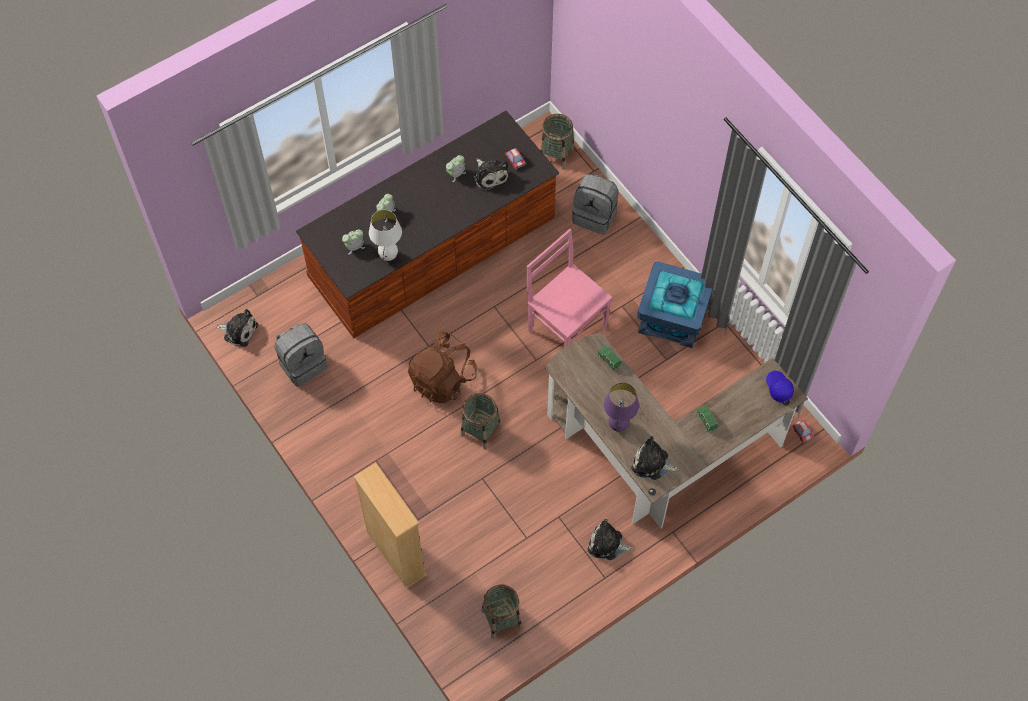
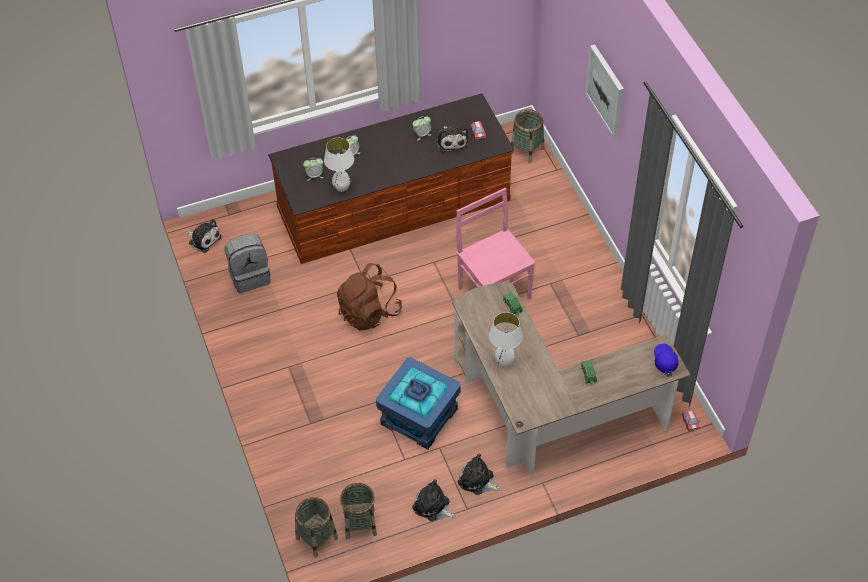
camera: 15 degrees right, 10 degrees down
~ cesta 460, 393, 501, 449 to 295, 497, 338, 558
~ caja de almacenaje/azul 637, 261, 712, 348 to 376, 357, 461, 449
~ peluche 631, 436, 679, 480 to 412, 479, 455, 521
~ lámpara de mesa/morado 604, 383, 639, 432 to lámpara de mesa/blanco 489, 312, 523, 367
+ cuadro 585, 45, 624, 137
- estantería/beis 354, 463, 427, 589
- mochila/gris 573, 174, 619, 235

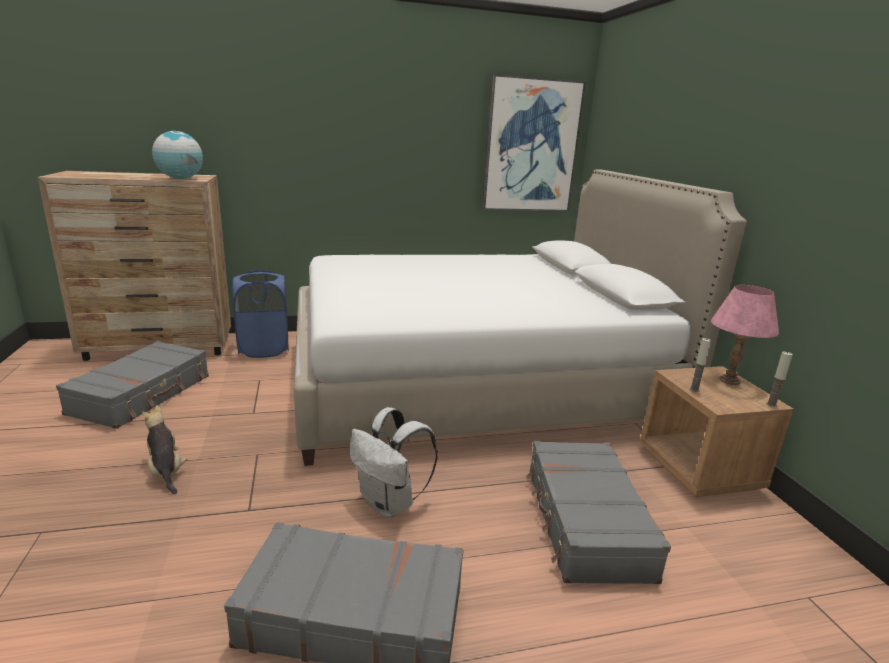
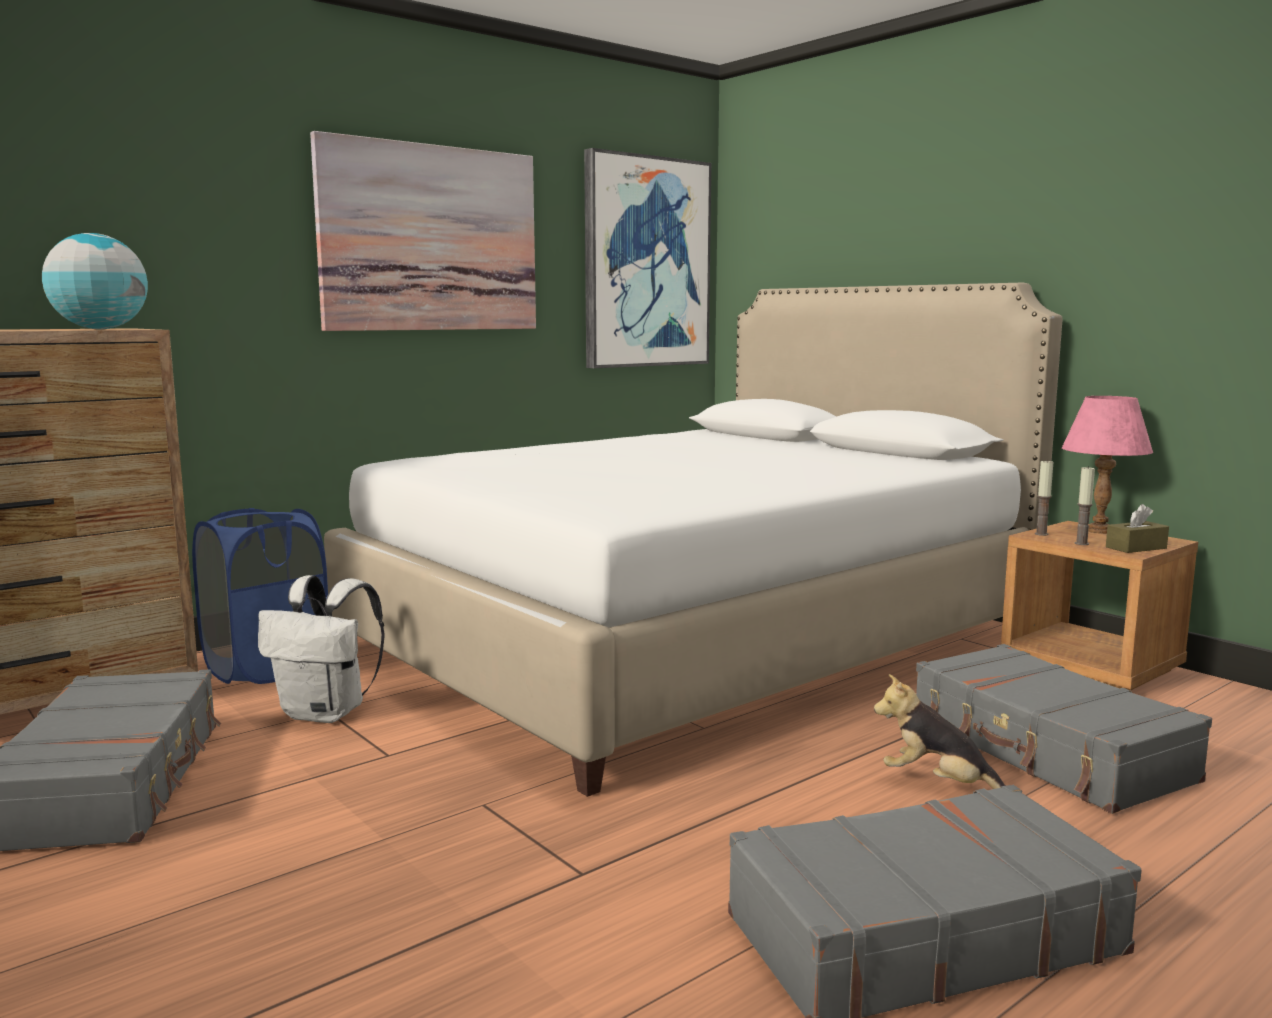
camera: 25 degrees left, 10 degrees down
~ mochila/blanco 350, 407, 438, 518 to 258, 575, 385, 723
+ cuadro 310, 131, 536, 331
~ peluche 142, 405, 187, 494 to 874, 674, 1006, 789
~ vela 766, 351, 793, 407 to 1035, 460, 1053, 536
+ caja de pañuelos/marrón 1106, 504, 1169, 553

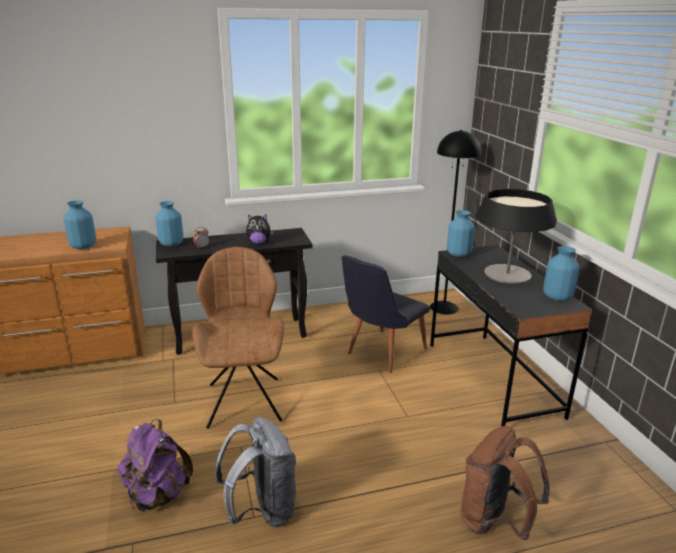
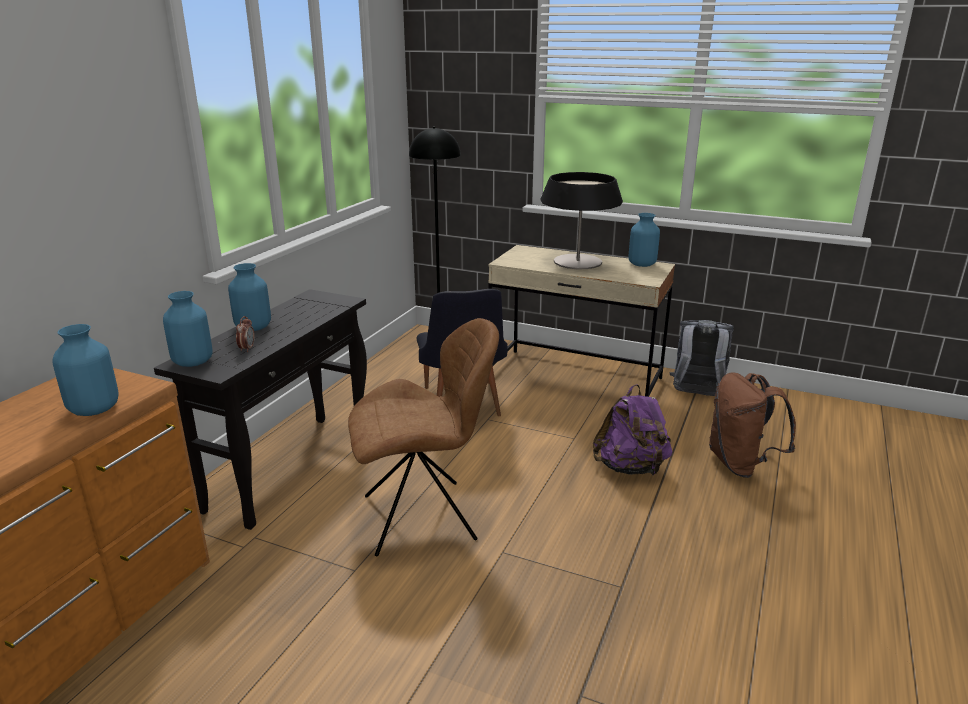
camera: 50 degrees left, 0 degrees up
~ florero/azul 447, 210, 475, 257 to 228, 263, 271, 331
~ silla/marrón 192, 247, 284, 429 = 348, 318, 499, 557 135 degrees clockwise
~ escritorio/negro 430, 245, 592, 426 to escritorio/beis 488, 245, 675, 397
~ mochila/morado 117, 419, 193, 512 to 593, 384, 673, 475
~ mochila/gris 215, 417, 296, 528 to 670, 320, 734, 396
- peluche 246, 214, 273, 244

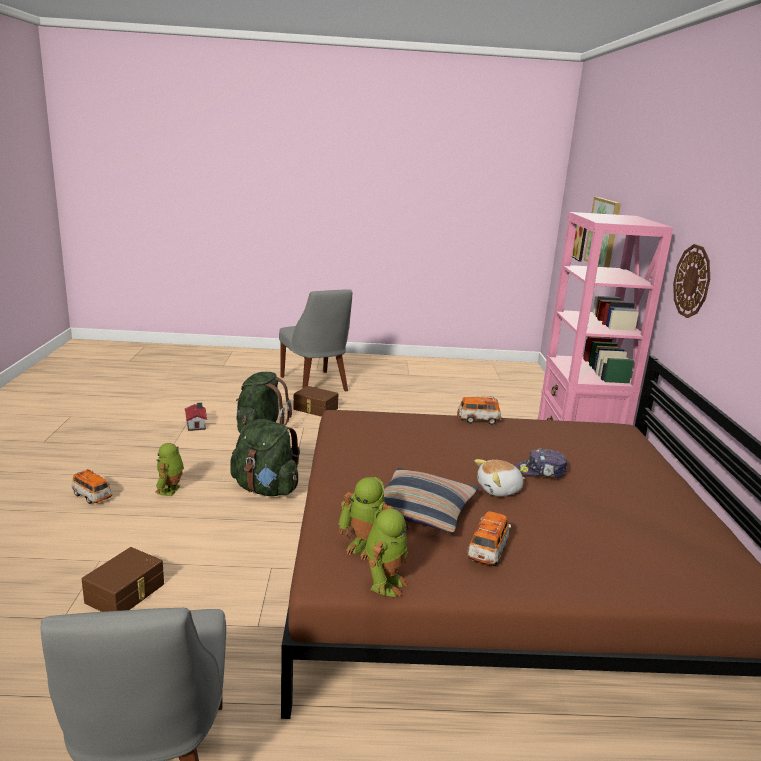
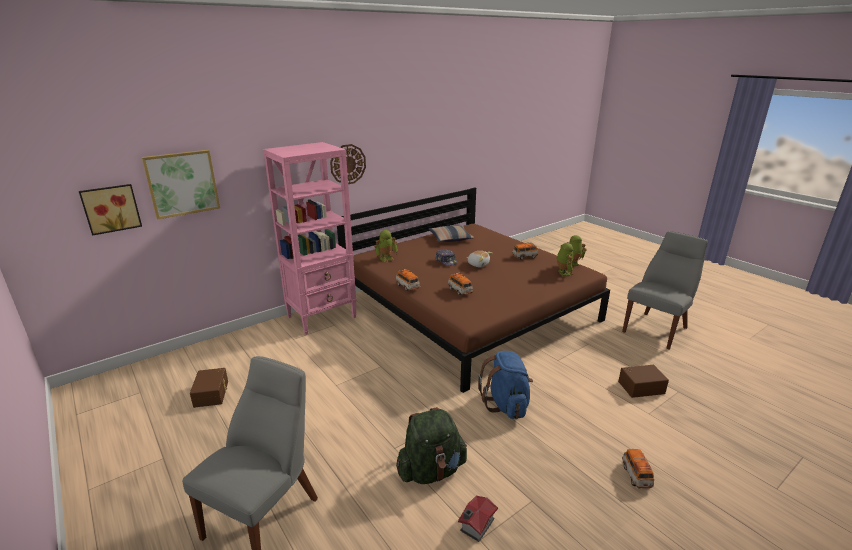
camera: 125 degrees left, 5 degrees up
~ caja de almacenaje/marrón 293, 386, 338, 417 to 190, 368, 228, 408
~ robot de juguete 155, 443, 184, 496 to 374, 230, 398, 262
~ cojín 384, 468, 479, 533 to 429, 226, 474, 242
+ coche de juguete 448, 273, 473, 295
~ mochila/verde 230, 419, 300, 496 to mochila/azul 478, 351, 533, 419

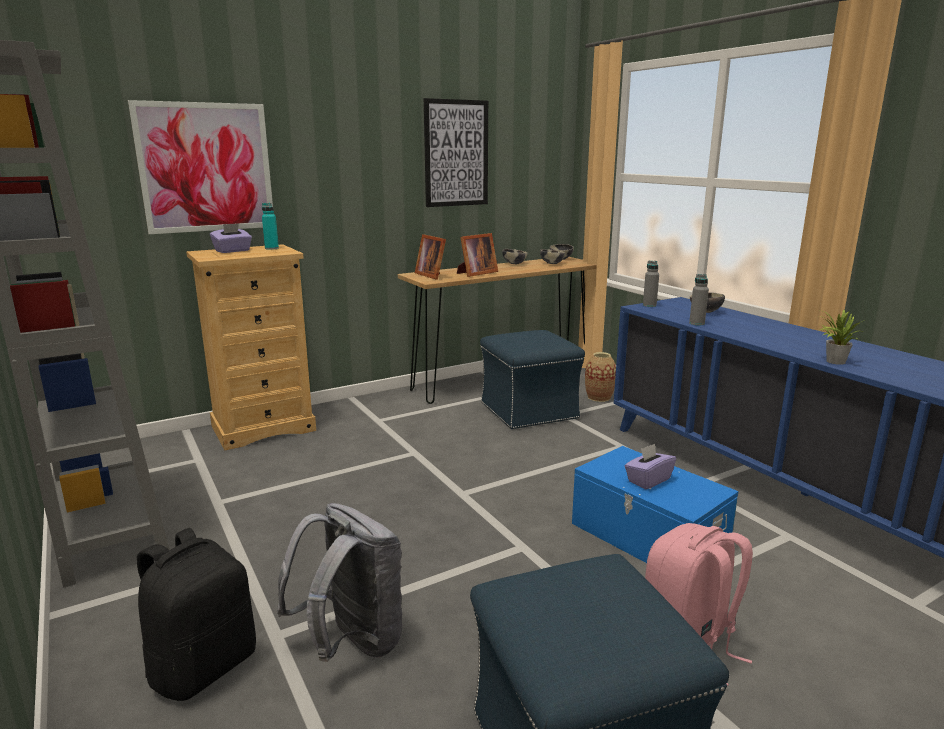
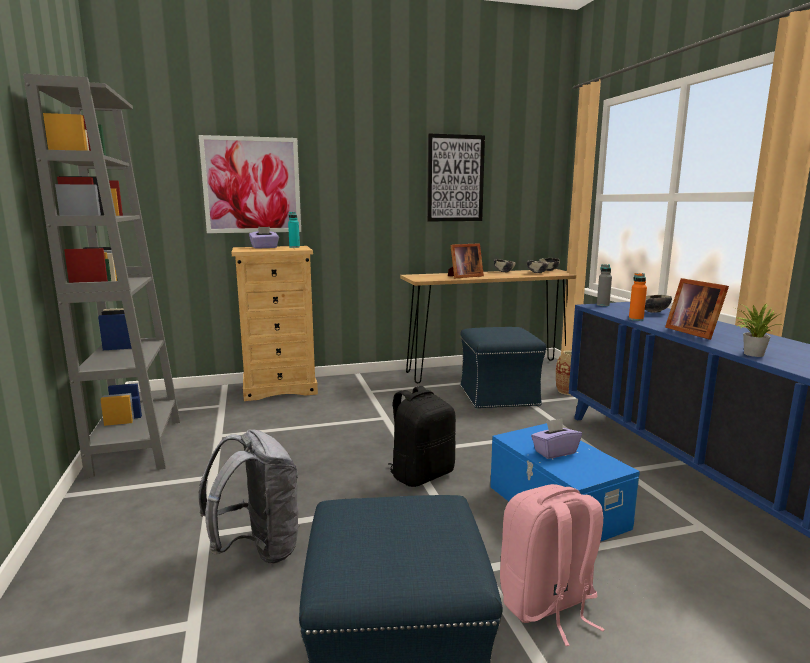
camera: 15 degrees right, 5 degrees down
~ mochila/negro 137, 528, 256, 701 to 388, 386, 456, 487
~ botella/gris 689, 274, 709, 326 to botella/naranja 629, 273, 647, 321
~ portarretratos 415, 234, 446, 280 to 665, 278, 729, 340

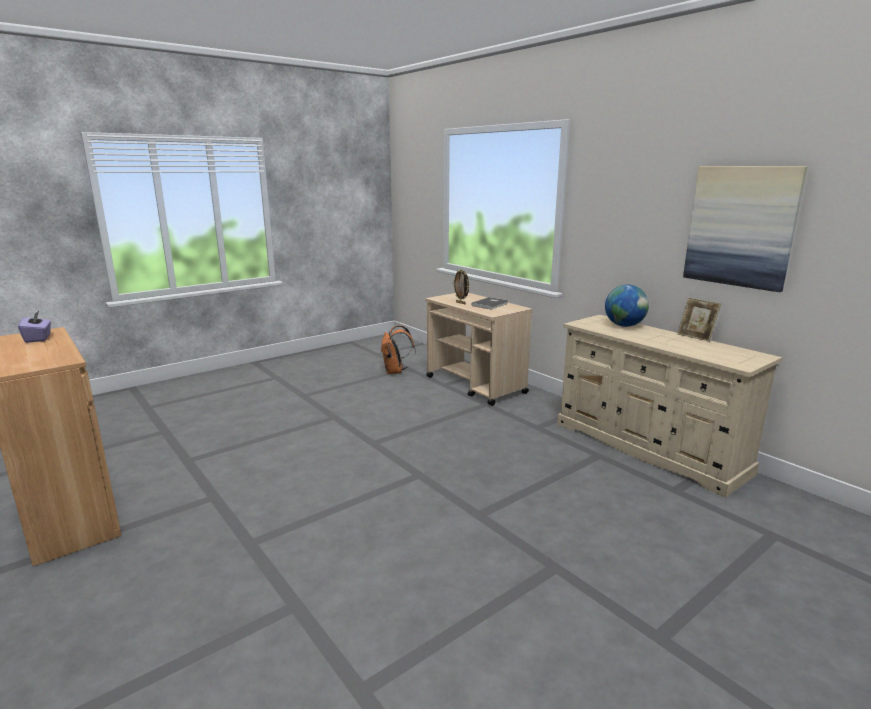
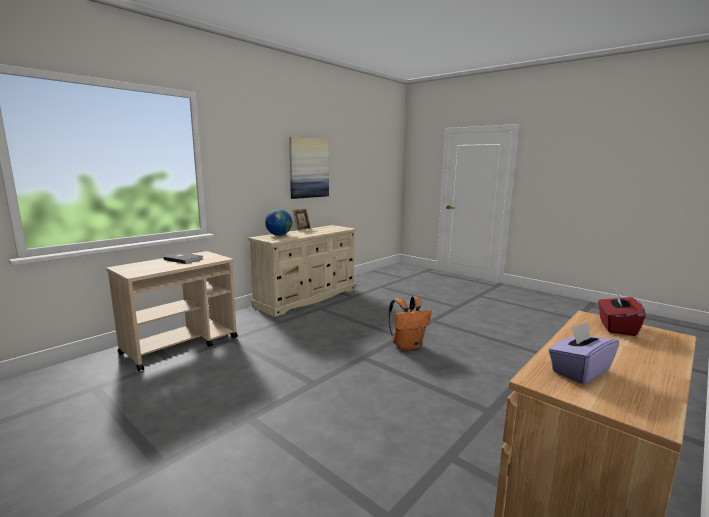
camera: 100 degrees left, 5 degrees down
~ mochila/naranja 381, 325, 415, 374 to 389, 296, 432, 350
+ caja de pañuelos/rojo 598, 288, 646, 336
- portarretratos 453, 269, 470, 304

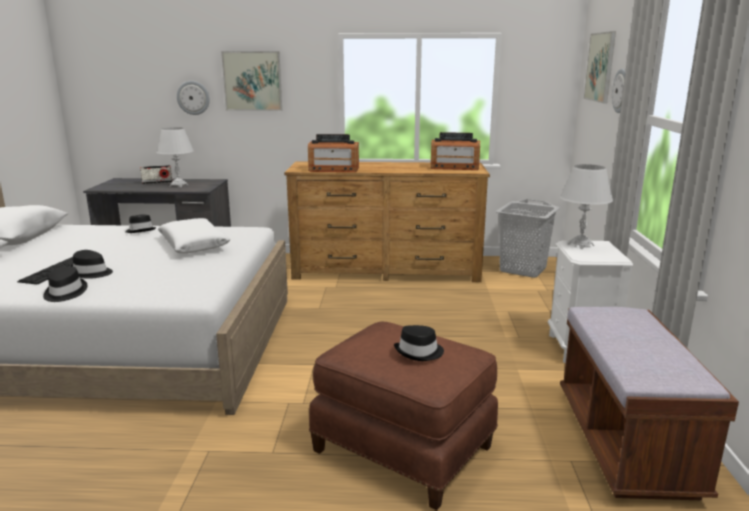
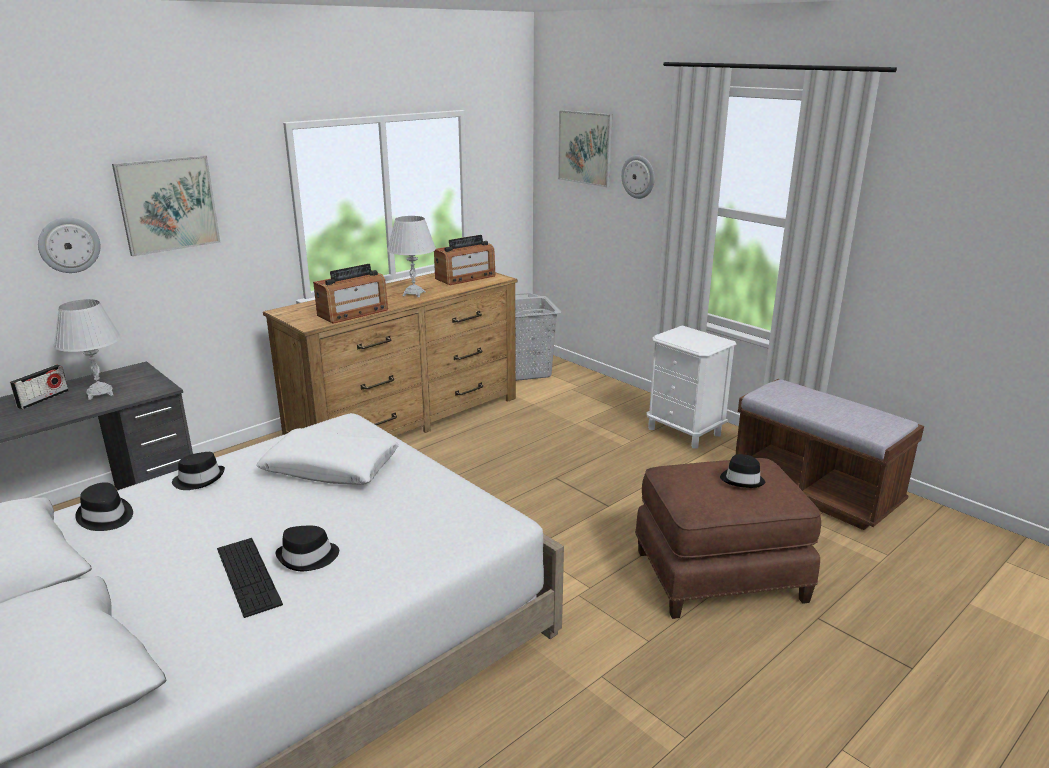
camera: 45 degrees left, 5 degrees up
~ sombrero/negro 43, 266, 87, 302 to 75, 482, 133, 531
~ lámpara de mesa/blanco 560, 164, 613, 249 to 387, 216, 436, 297

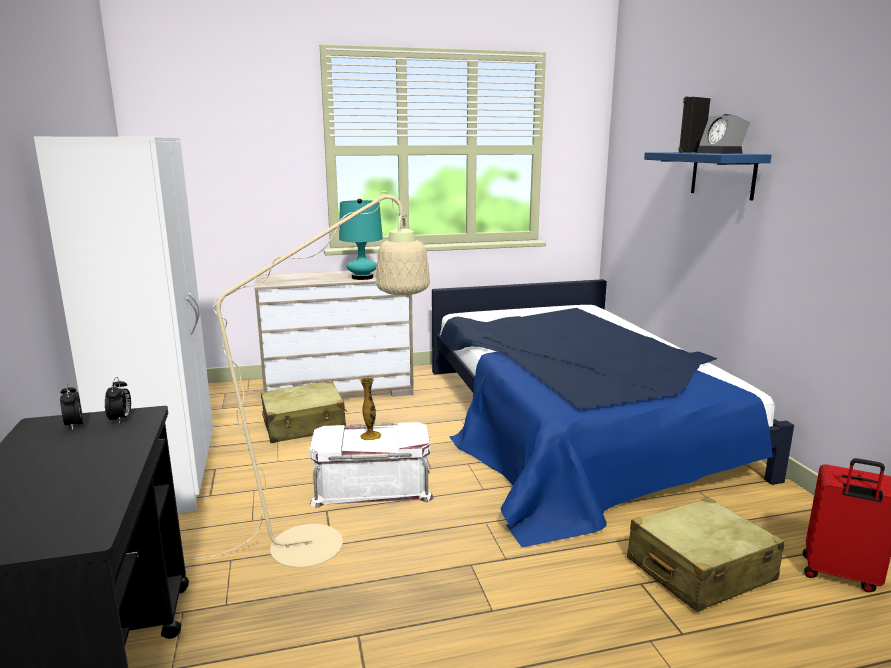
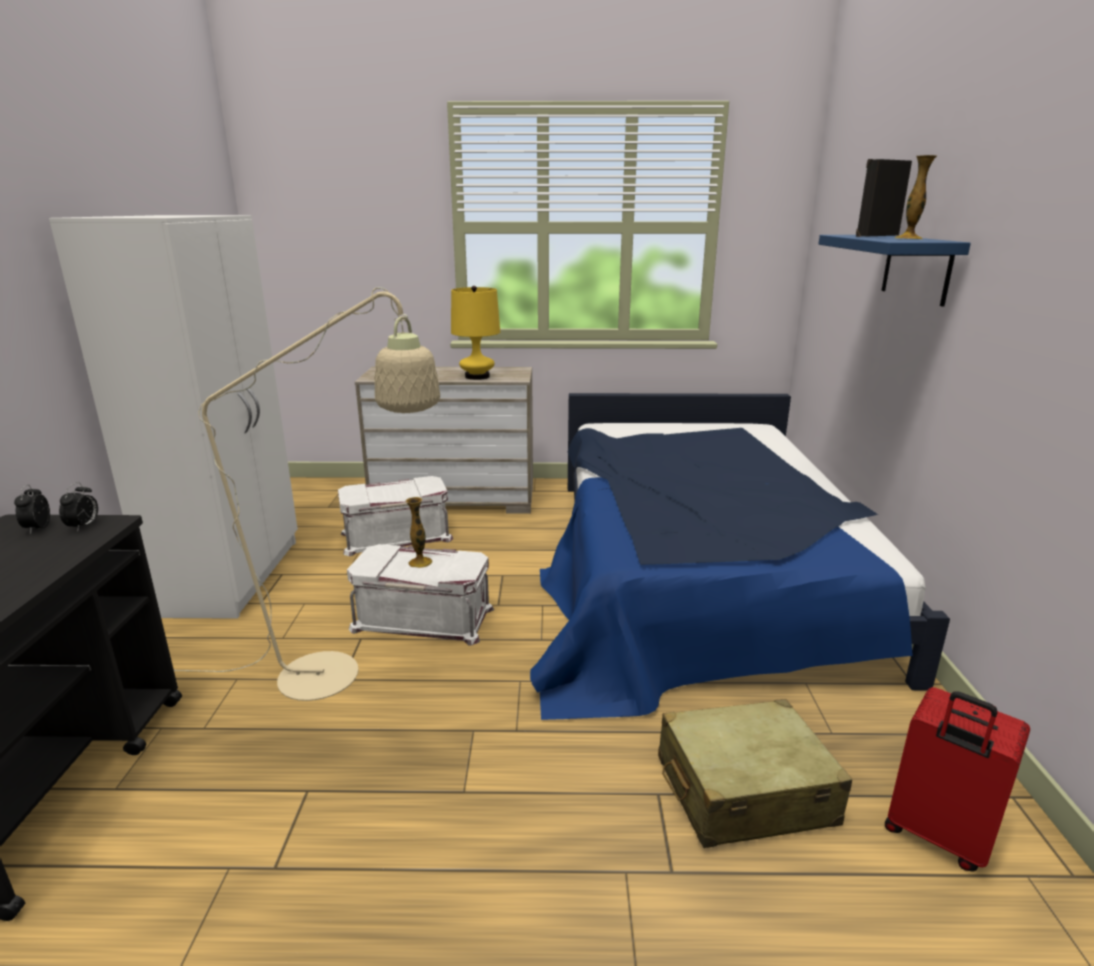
camera: 15 degrees right, 5 degrees up
~ maleta/beis 261, 381, 347, 443 to caja de almacenaje/blanco 338, 476, 453, 556
~ lámpara de mesa/turquesa 339, 199, 383, 280 to lámpara de mesa/amarillo 451, 286, 500, 380
~ despertador 697, 114, 750, 154 to florero 895, 155, 937, 239

